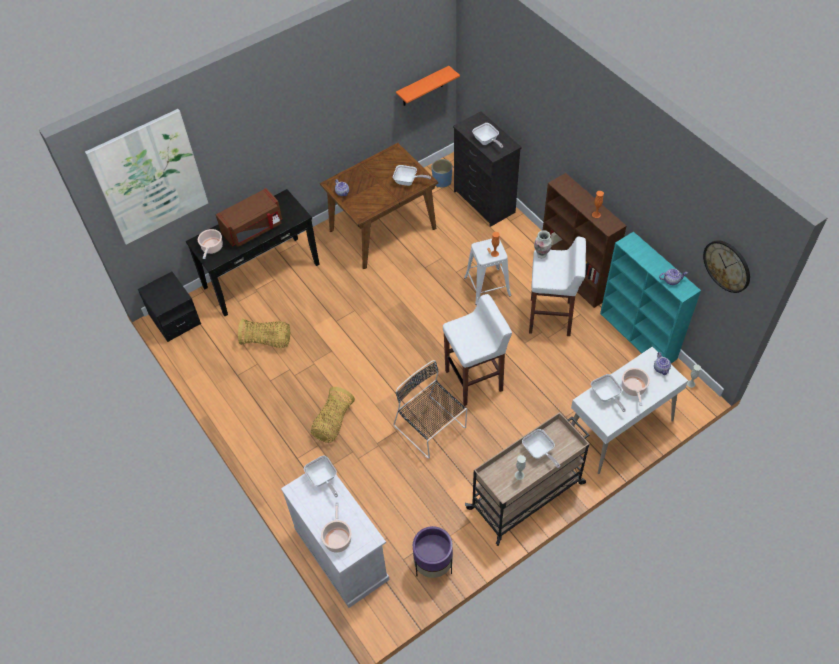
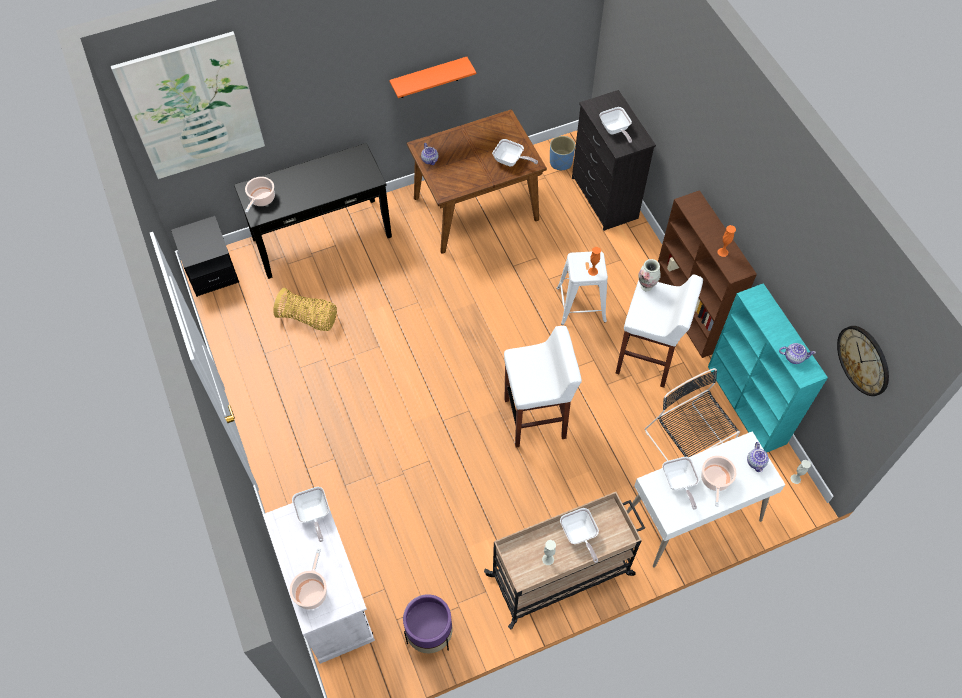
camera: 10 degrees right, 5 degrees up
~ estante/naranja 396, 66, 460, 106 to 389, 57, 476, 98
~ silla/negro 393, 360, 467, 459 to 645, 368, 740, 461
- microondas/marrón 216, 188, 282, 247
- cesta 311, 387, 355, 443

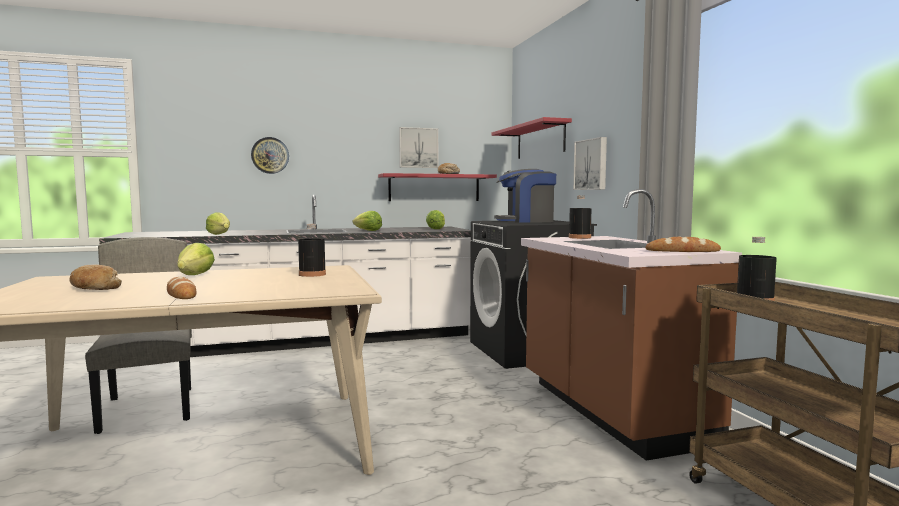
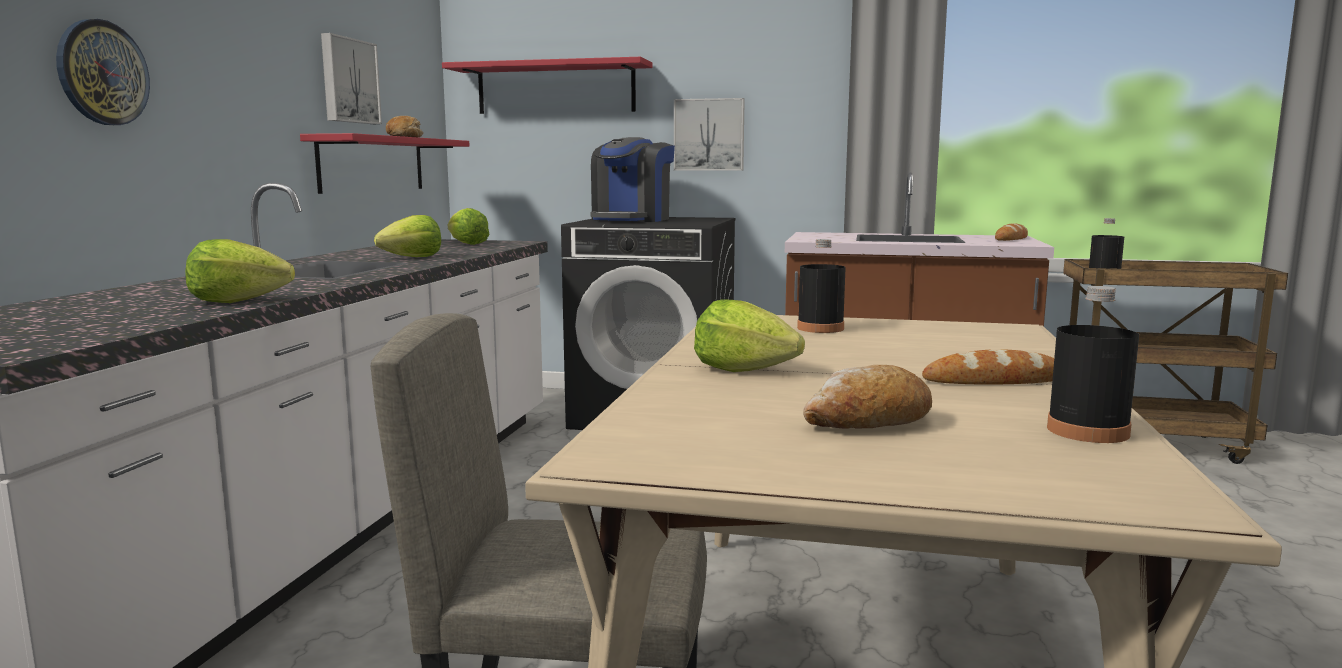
camera: 60 degrees left, 5 degrees up
~ botella/negro 569, 195, 592, 239 to 1047, 286, 1139, 443

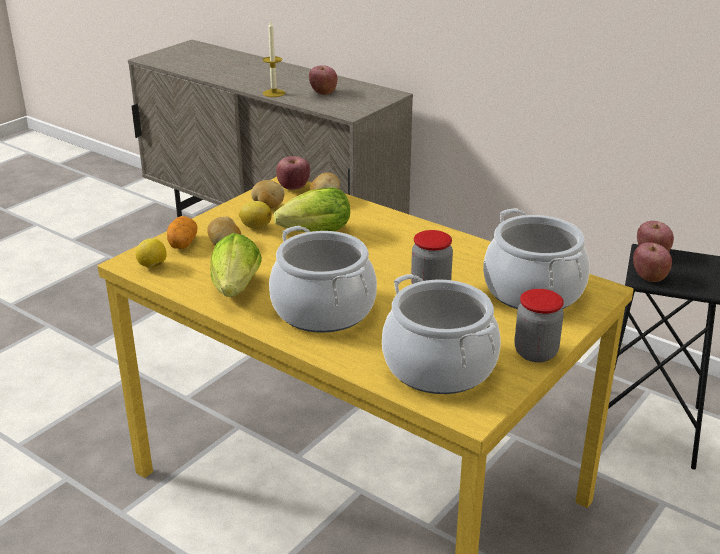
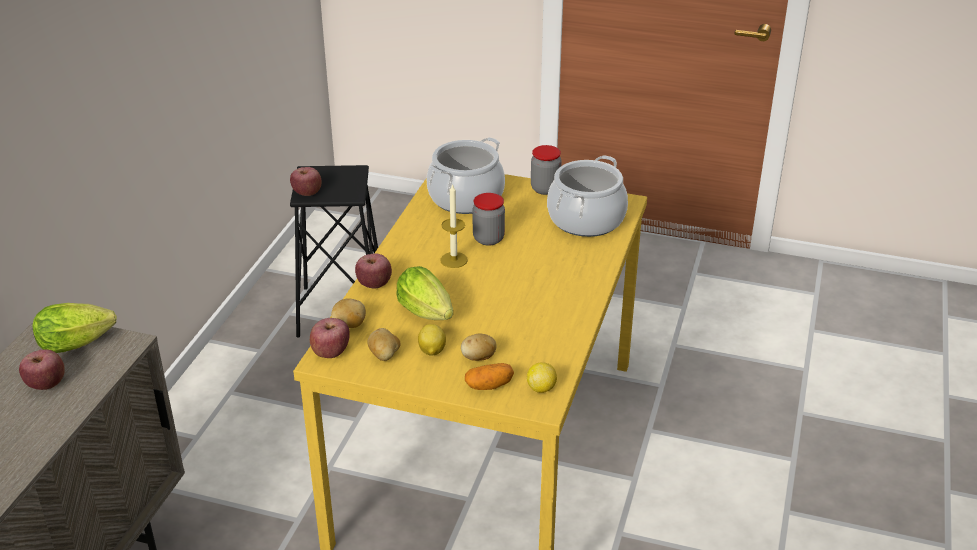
camera: 110 degrees left, 5 degrees up
~ lechuga 210, 233, 262, 297 to 33, 303, 117, 353
~ manzana 633, 243, 672, 282 to 355, 253, 392, 288
~ vela 263, 20, 285, 97 to 440, 183, 468, 268
- olla 269, 226, 377, 333

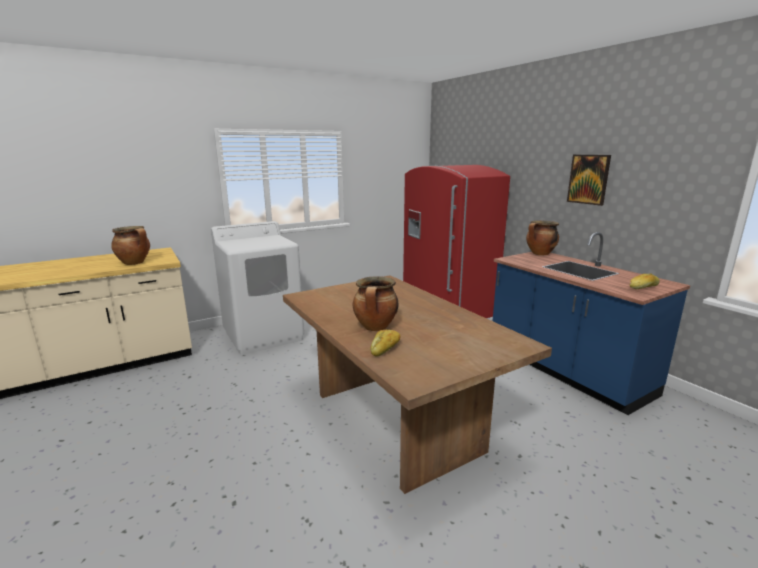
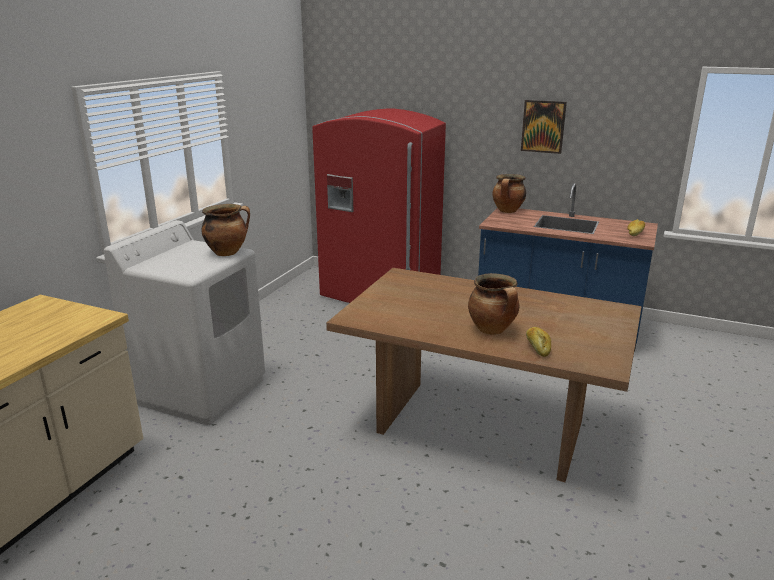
camera: 35 degrees left, 5 degrees up
~ olla 111, 226, 150, 265 to 202, 204, 250, 256

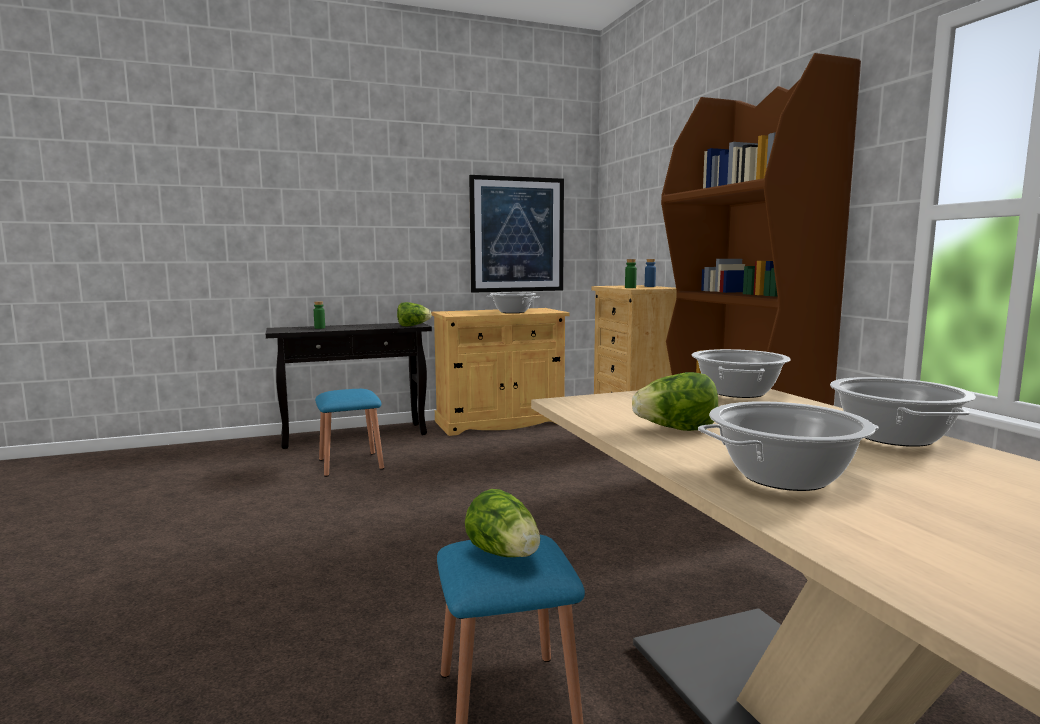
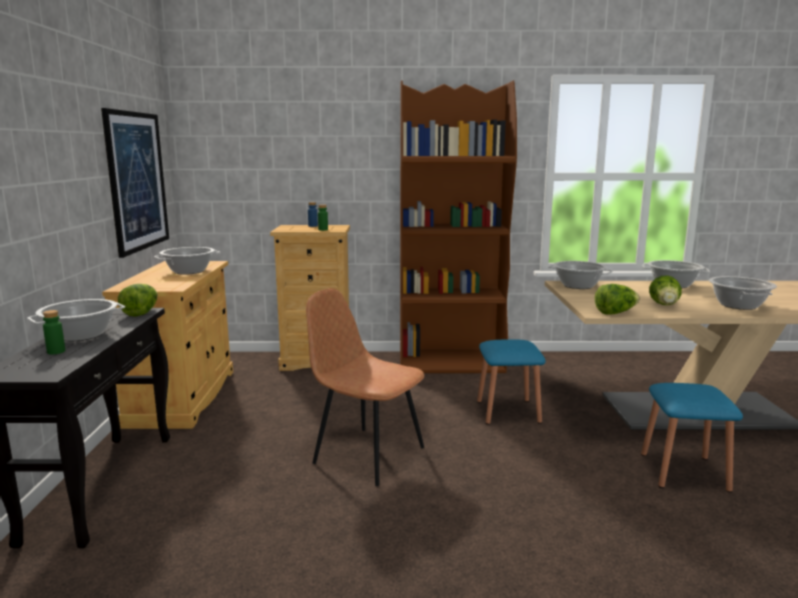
camera: 70 degrees left, 5 degrees up
+ olla 27, 299, 125, 341
+ silla/marrón 306, 288, 424, 486
~ taburete/azul 315, 389, 384, 477 to 477, 339, 546, 425
~ lechuga 465, 489, 540, 557 to 595, 284, 640, 315

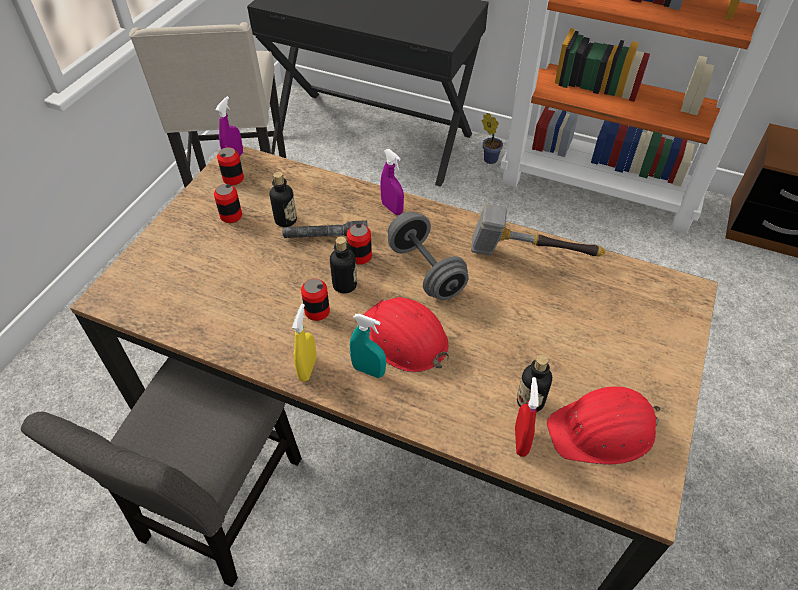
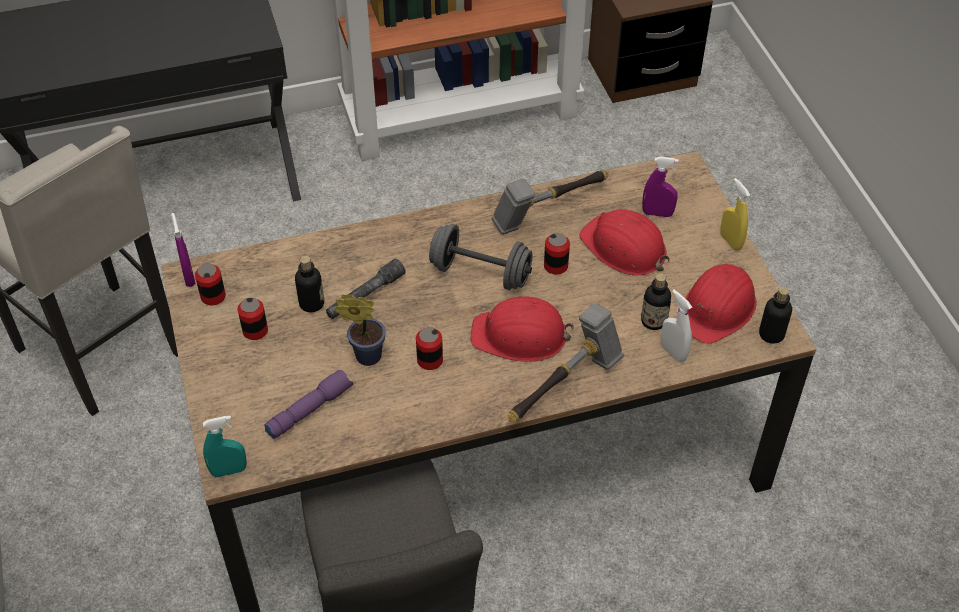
camera: 40 degrees left, 0 degrees up
~ pulverizador/turquesa 350, 314, 386, 378 to 203, 415, 247, 477
+ linterna/morado 264, 370, 353, 439
~ planta en maceta 482, 113, 503, 164 to 334, 294, 386, 366
+ martillo 508, 303, 624, 422
~ lata 347, 224, 372, 265 to 544, 233, 570, 275
+ casco/rojo 579, 209, 670, 276
~ pulverizador/morado 380, 149, 404, 215 to 642, 157, 679, 217
~ pulverizador/rojo 515, 377, 539, 457 to pulverizador/blanco 661, 290, 692, 362
~ pulverizador/amarillo 292, 304, 316, 382 to 720, 178, 750, 251
~ botella 330, 236, 357, 293 to 759, 287, 792, 344

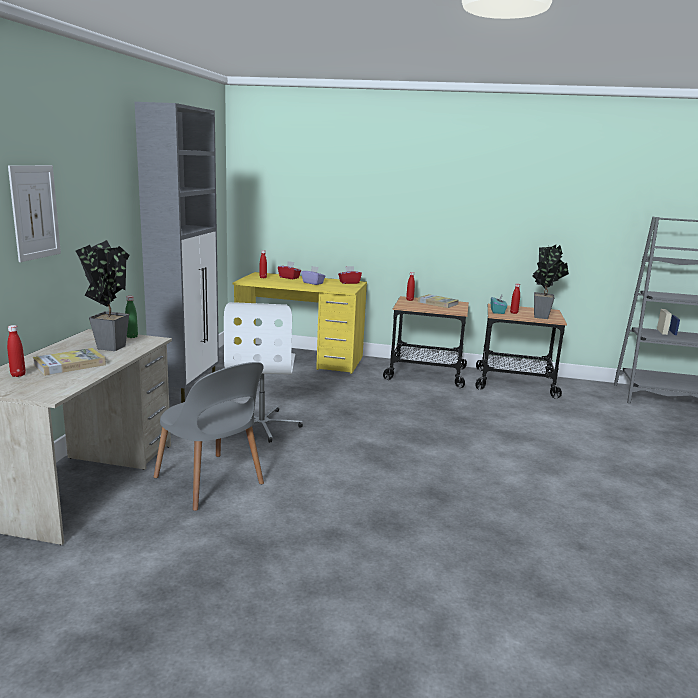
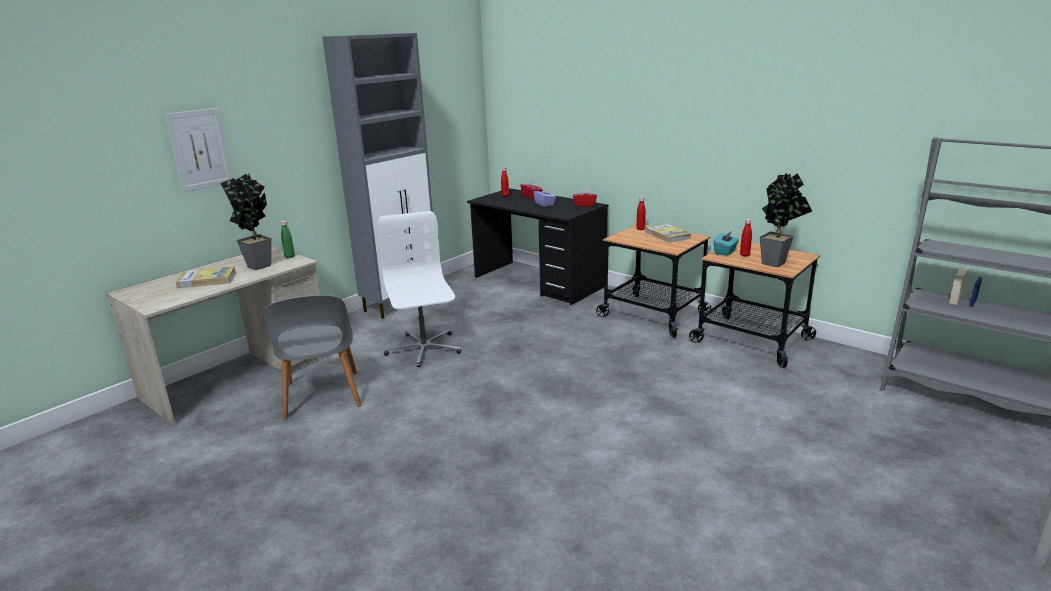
camera: 30 degrees right, 5 degrees up
~ silla de oficina/blanco 224, 302, 303, 443 = 377, 211, 461, 368 135 degrees clockwise
~ escritorio/amarillo 232, 272, 367, 374 to escritorio/negro 467, 188, 608, 305
- botella/rojo 7, 325, 26, 377

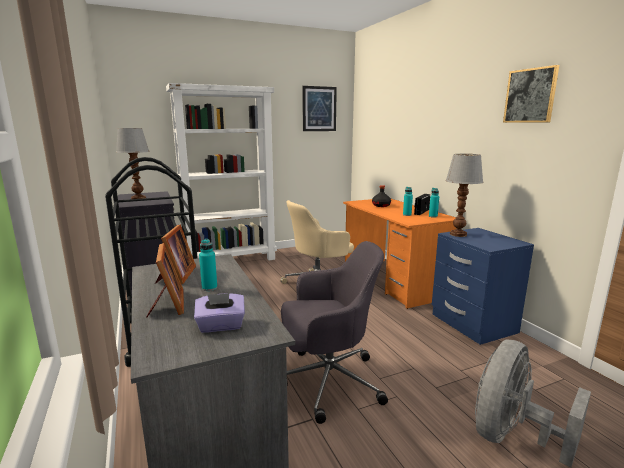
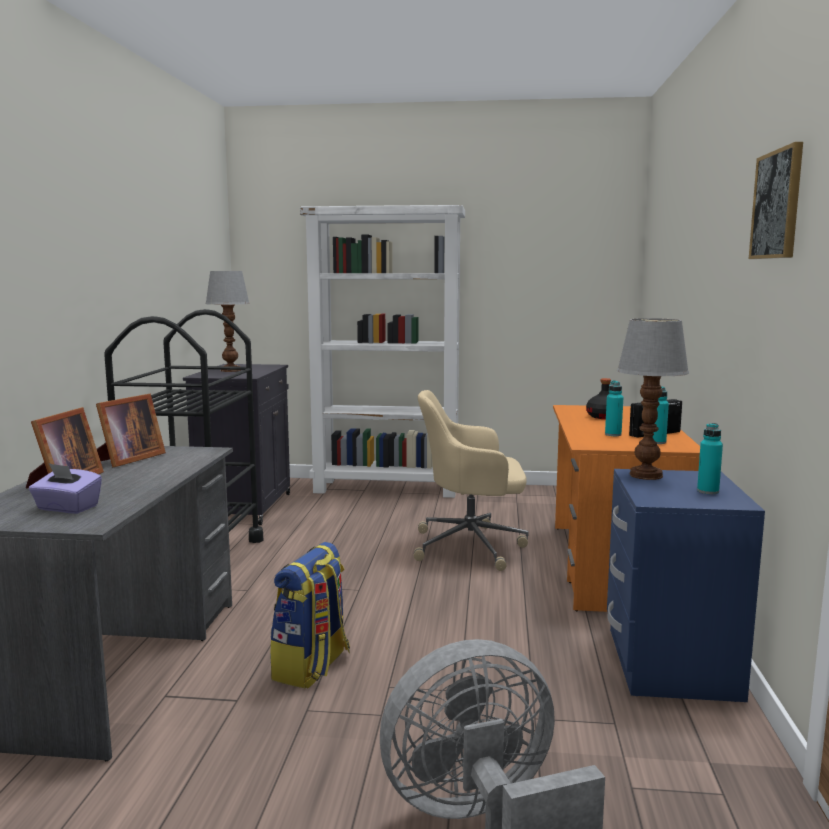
camera: 30 degrees right, 5 degrees down
~ silla de oficina/gris 281, 241, 388, 424 to mochila 270, 542, 350, 689
~ botella/turquesa 199, 239, 217, 291 to 697, 423, 723, 494
- cuadro 302, 86, 337, 131

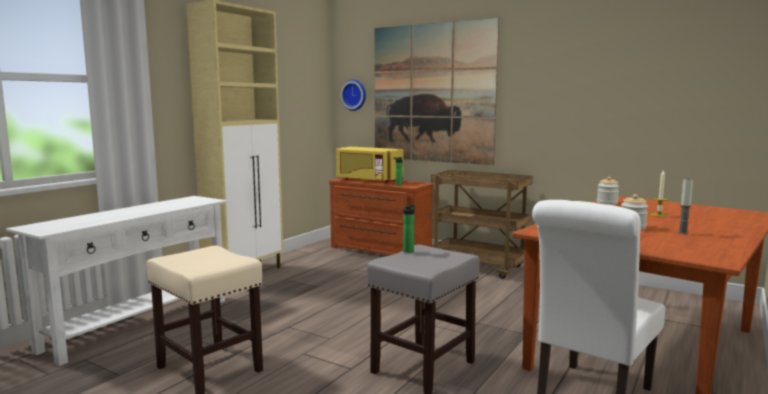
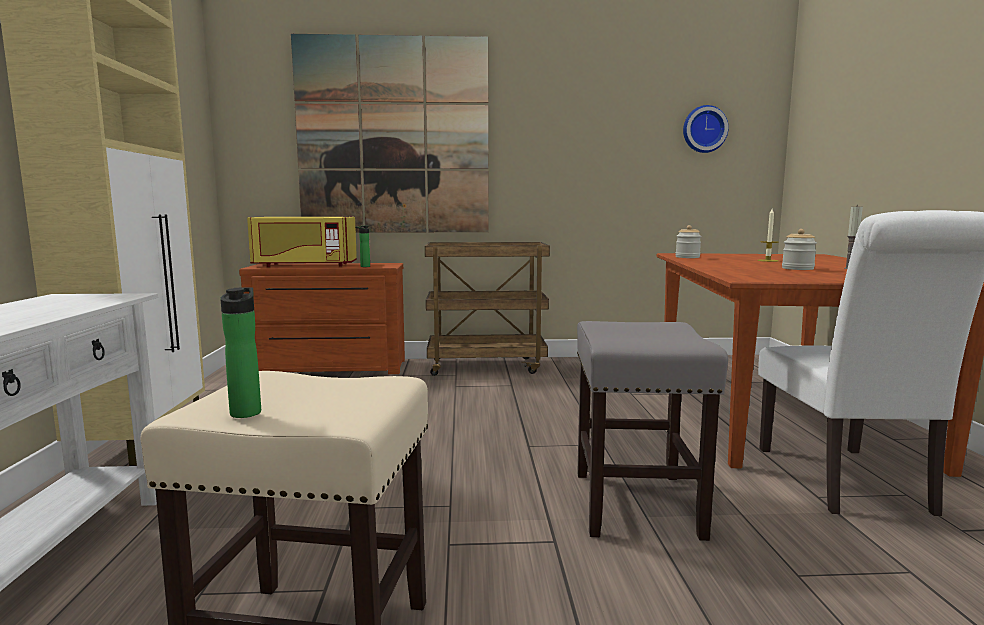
camera: 35 degrees left, 0 degrees up
~ botella 403, 205, 416, 252 to 220, 287, 261, 418
~ reloj de pared 340, 80, 366, 111 to 683, 105, 729, 153

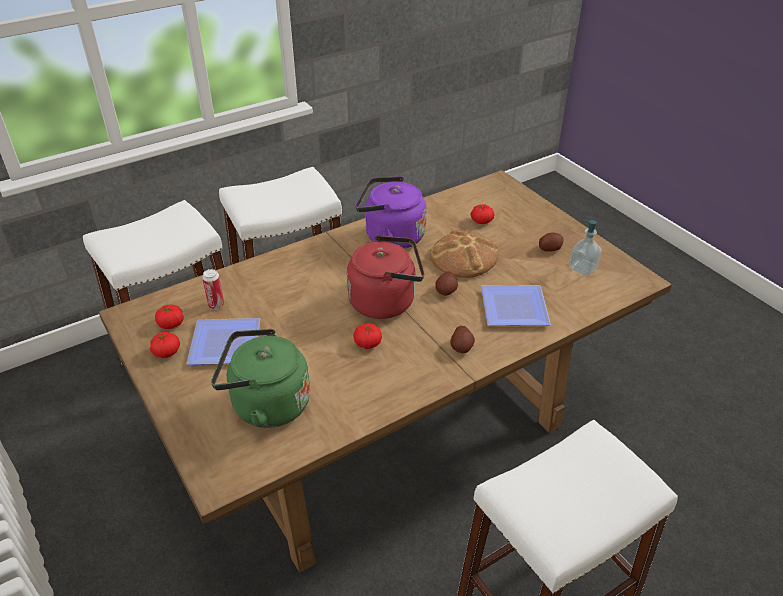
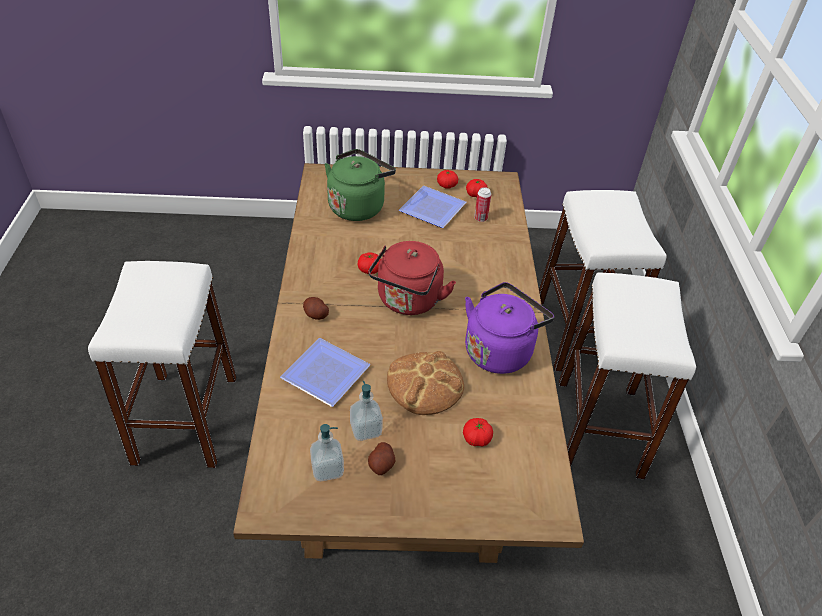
camera: 120 degrees right, 5 degrees up
+ dispensador de jabón 350, 381, 383, 441
- patata 435, 271, 458, 296

